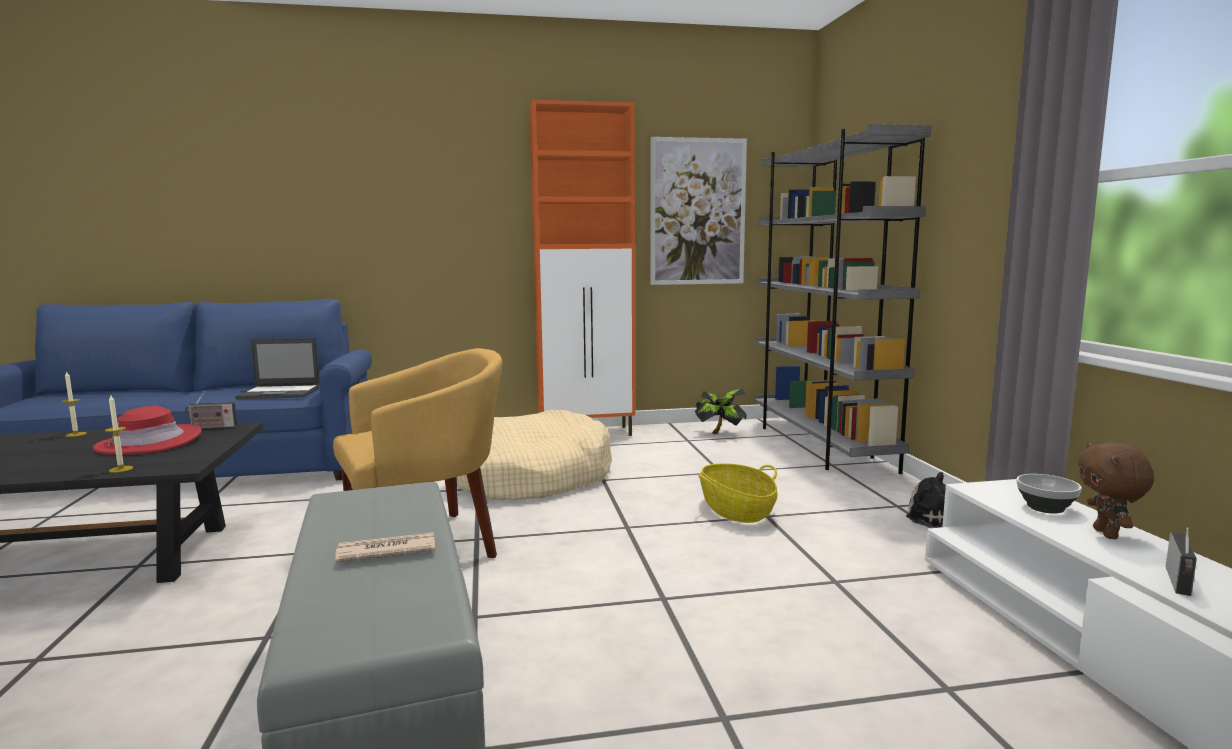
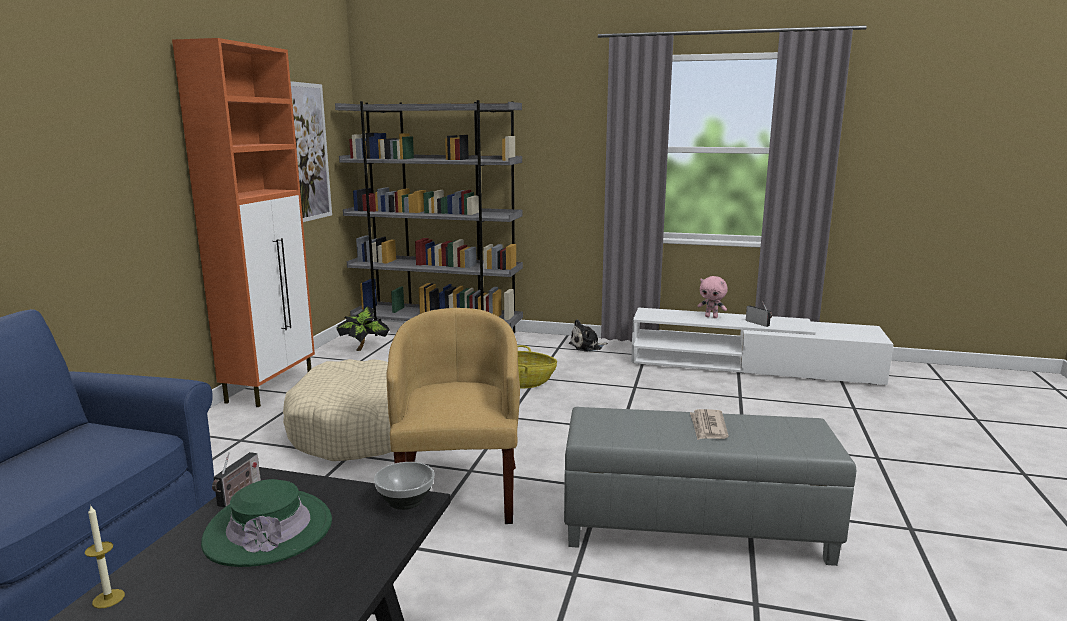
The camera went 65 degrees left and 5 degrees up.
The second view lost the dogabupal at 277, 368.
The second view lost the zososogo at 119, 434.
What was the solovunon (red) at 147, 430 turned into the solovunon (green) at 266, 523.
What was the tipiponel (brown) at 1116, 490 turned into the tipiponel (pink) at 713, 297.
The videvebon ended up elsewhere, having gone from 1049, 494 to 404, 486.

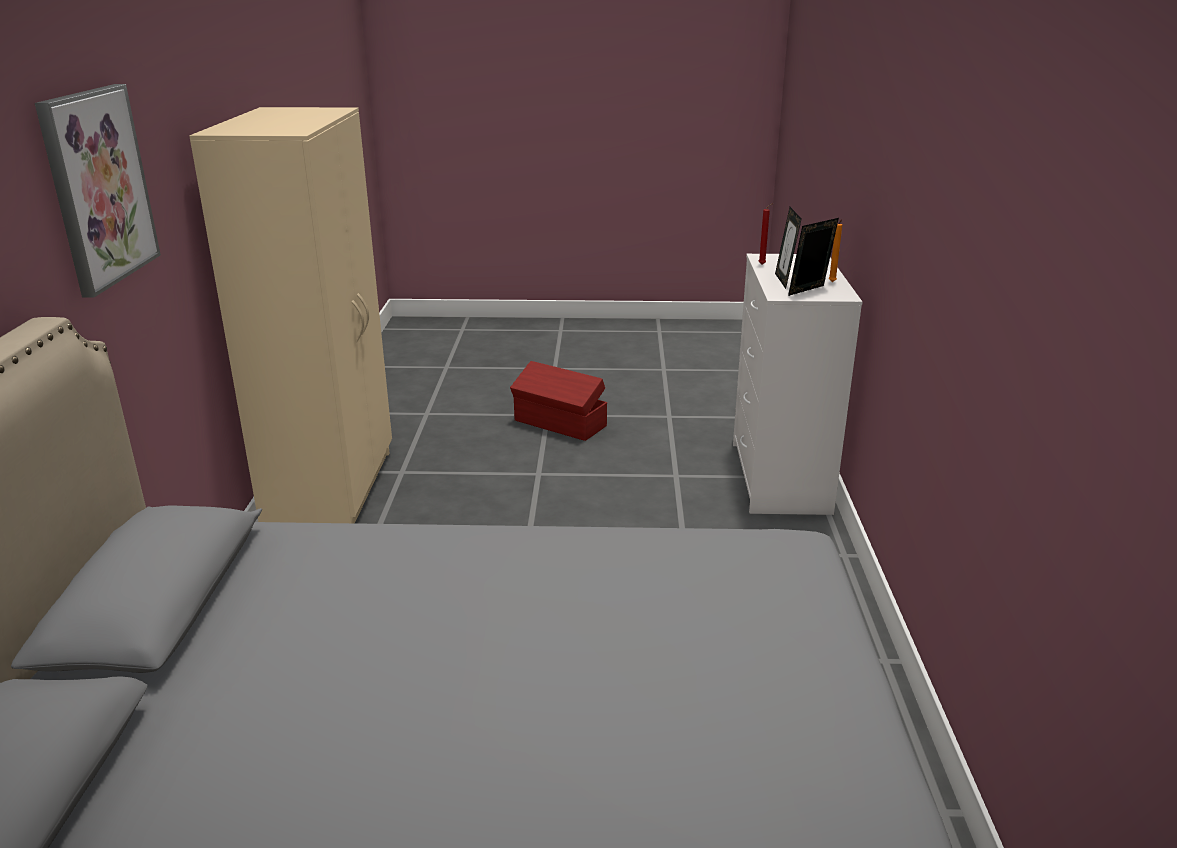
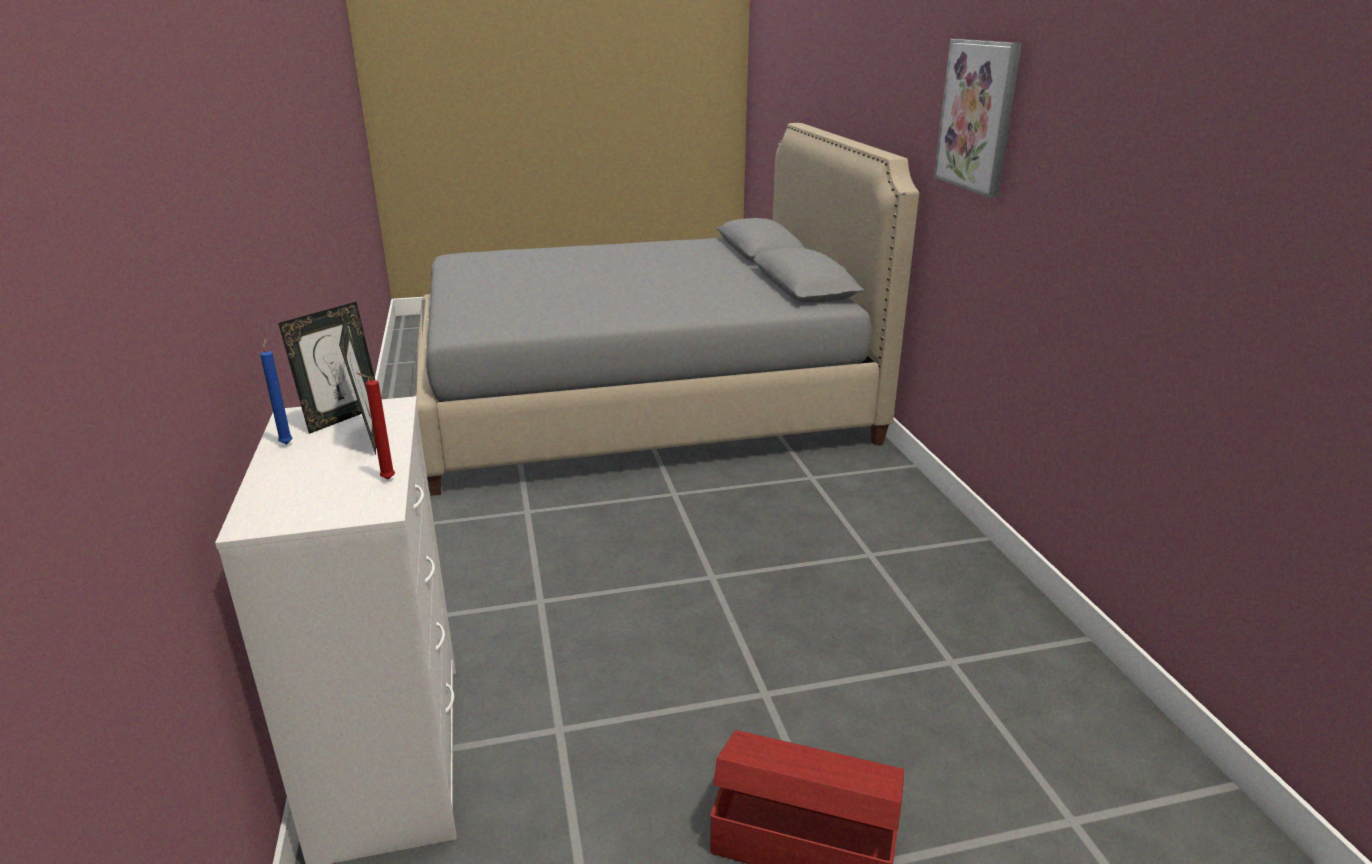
The camera went 165 degrees right and 0 degrees up.
The second view lost the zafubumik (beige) at 290, 315.
What was the zososogo (orange) at 835, 250 turned into the zososogo (blue) at 276, 391.

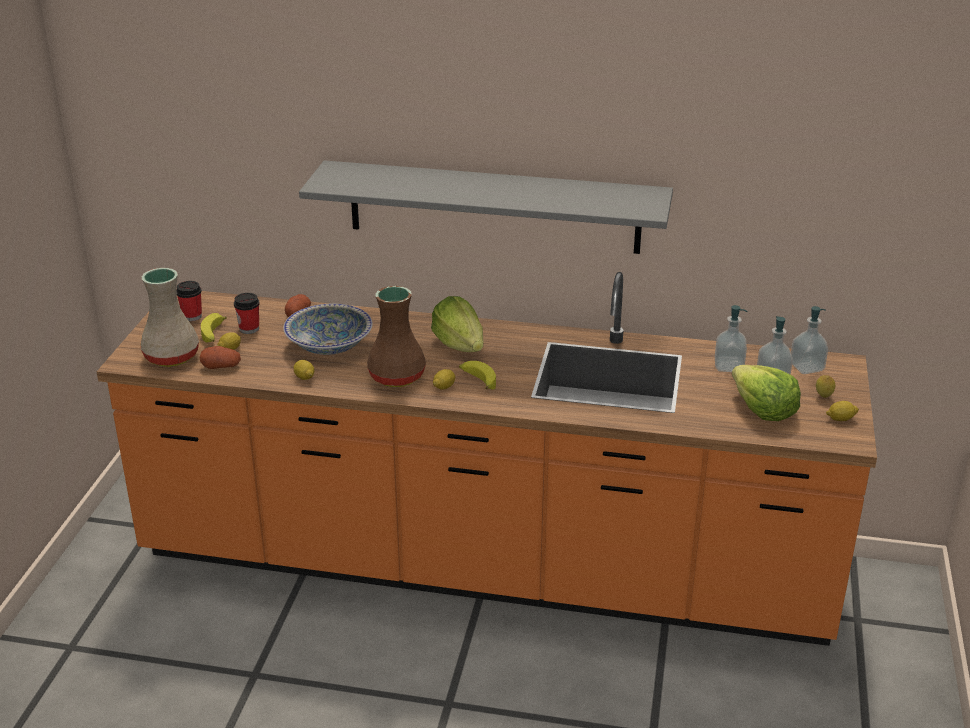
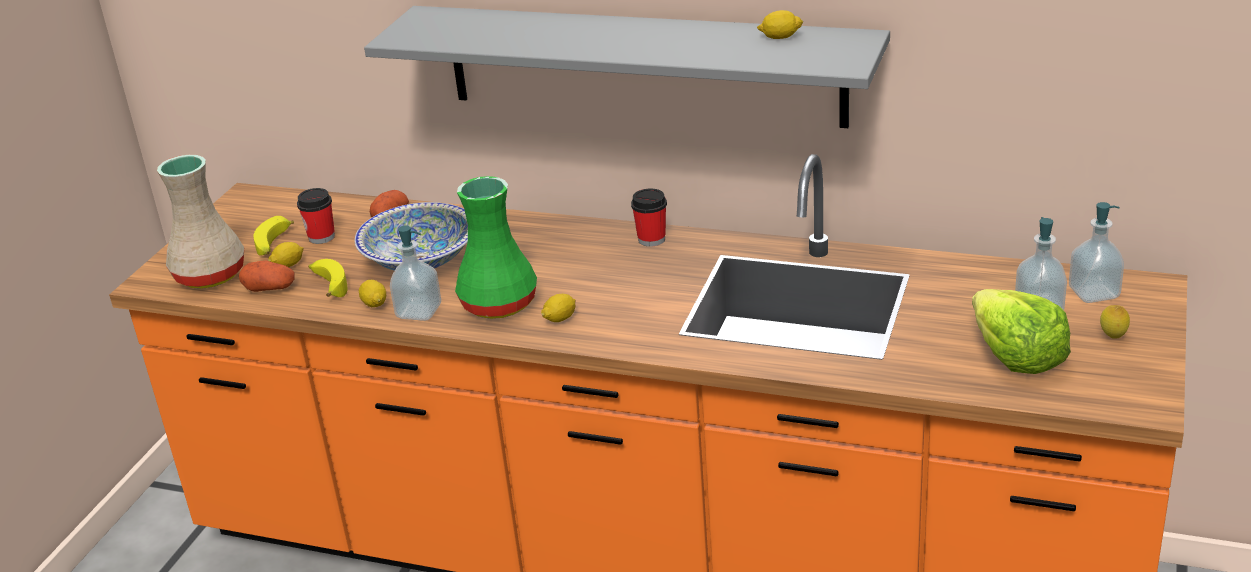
The camera went 10 degrees right and 0 degrees up.
The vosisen ended up elsewhere, having gone from 189, 301 to 649, 218.
What was the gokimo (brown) at 396, 336 turned into the gokimo (green) at 496, 247.
The second view lost the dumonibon at 457, 324.
The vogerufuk ended up elsewhere, having gone from 731, 338 to 415, 273.
The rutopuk ended up elsewhere, having gone from 477, 375 to 328, 278.
The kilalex ended up elsewhere, having gone from 842, 411 to 780, 24.

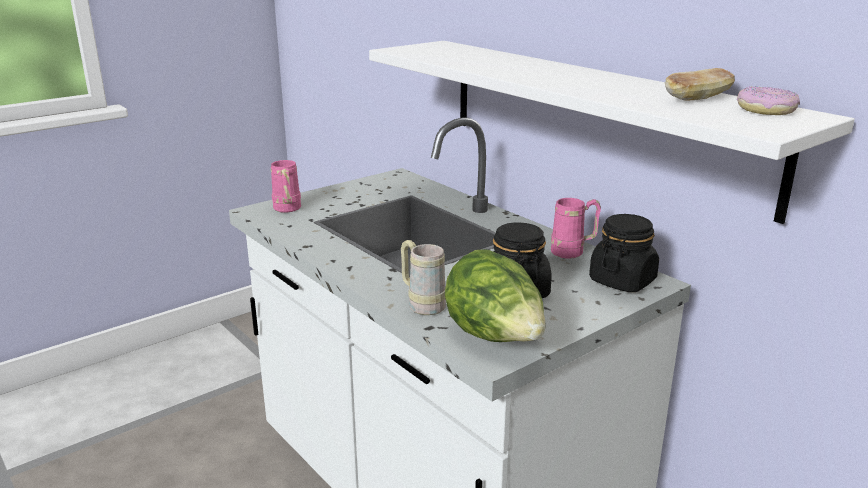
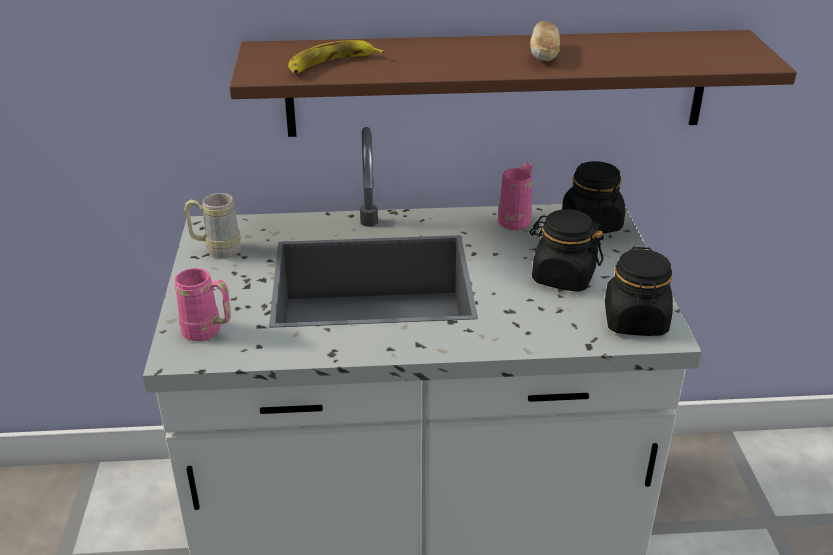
The camera went 55 degrees left and 10 degrees up.
What was the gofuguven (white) at 612, 132 turned into the gofuguven (brown) at 513, 83.
The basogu ended up elsewhere, having gone from 700, 84 to 545, 41.
The second view lost the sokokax at 768, 100.
The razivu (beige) ended up elsewhere, having gone from 423, 277 to 212, 225.
Where the dumonibon stood at 495, 295, the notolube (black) came to stand at 639, 291.
The second view gained the rutopuk at 336, 57.

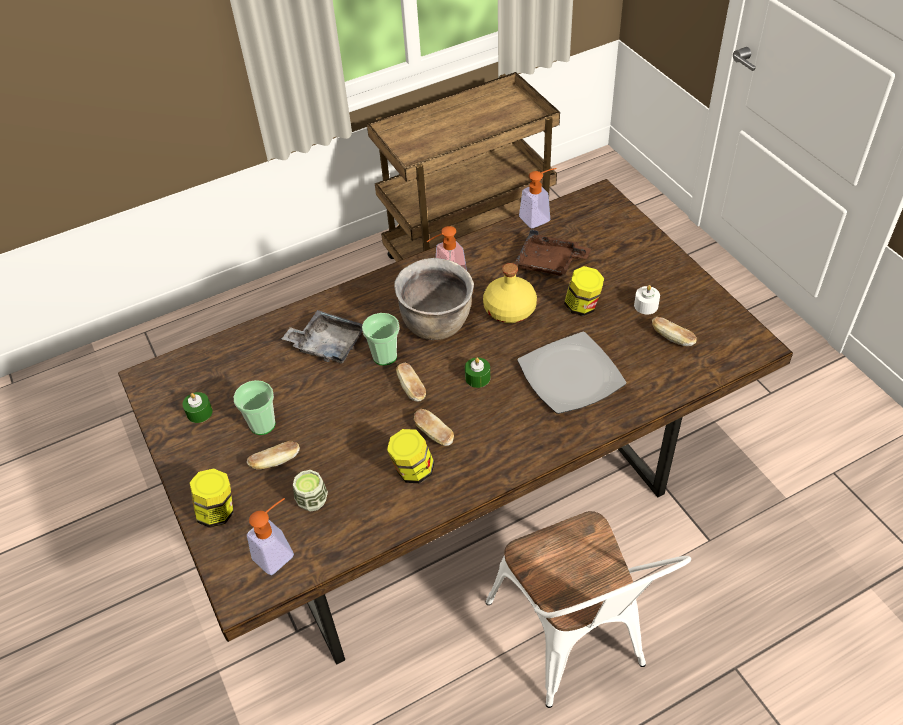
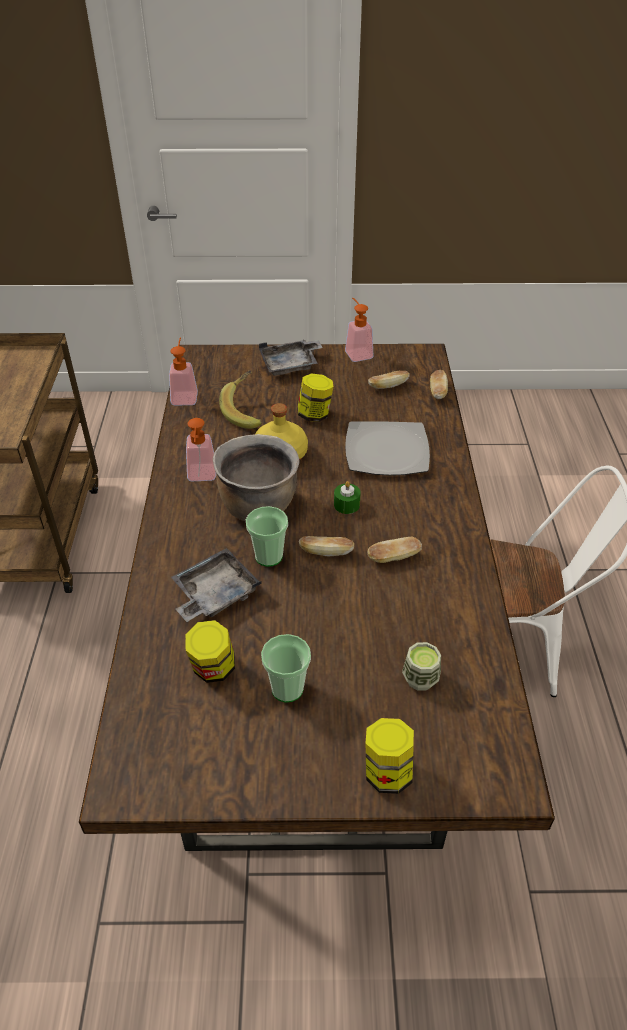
The camera went 65 degrees left and 5 degrees down.
Where the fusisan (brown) stood at 552, 252, the rutopuk came to stand at 240, 399.
The second view lost the zososogo (white) at 647, 299.
The second view lost the zososogo (green) at 198, 407.
The notolube ended up elsewhere, having gone from 410, 456 to 210, 651.
The basogu ended up elsewhere, having gone from 273, 455 to 439, 384.
The vogerufuk ended up elsewhere, having gone from 270, 536 to 359, 329.
The second view gained the fusisan (grey) at 291, 358.

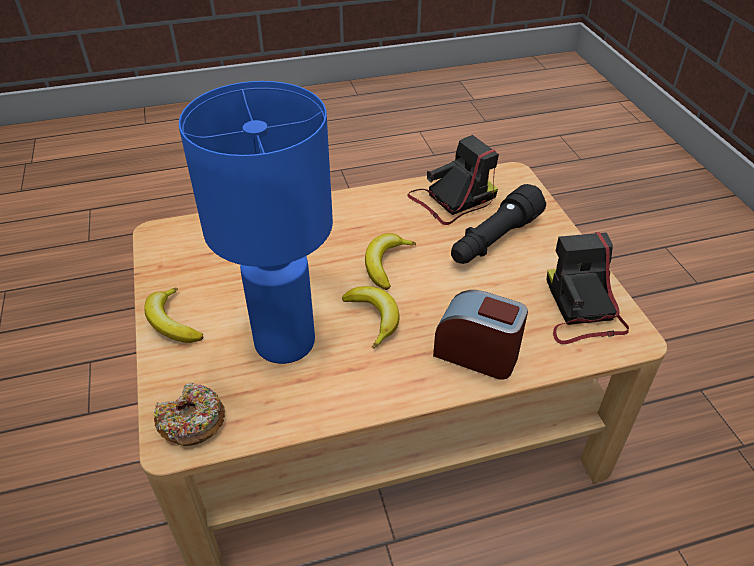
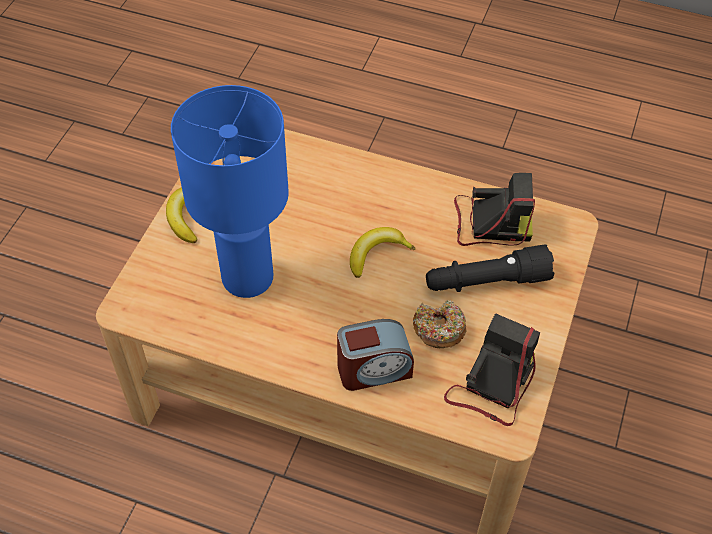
The camera went 35 degrees right and 10 degrees up.
The second view lost the rutopuk at 371, 317.
The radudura at 480, 335 ended up facing another way, 105 degrees clockwise from before.
The sokokax ended up elsewhere, having gone from 189, 414 to 440, 324.

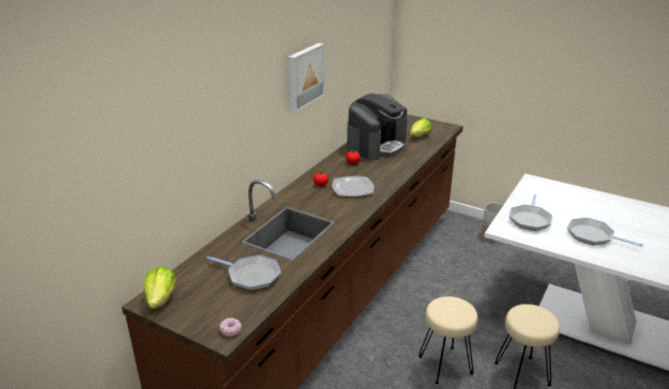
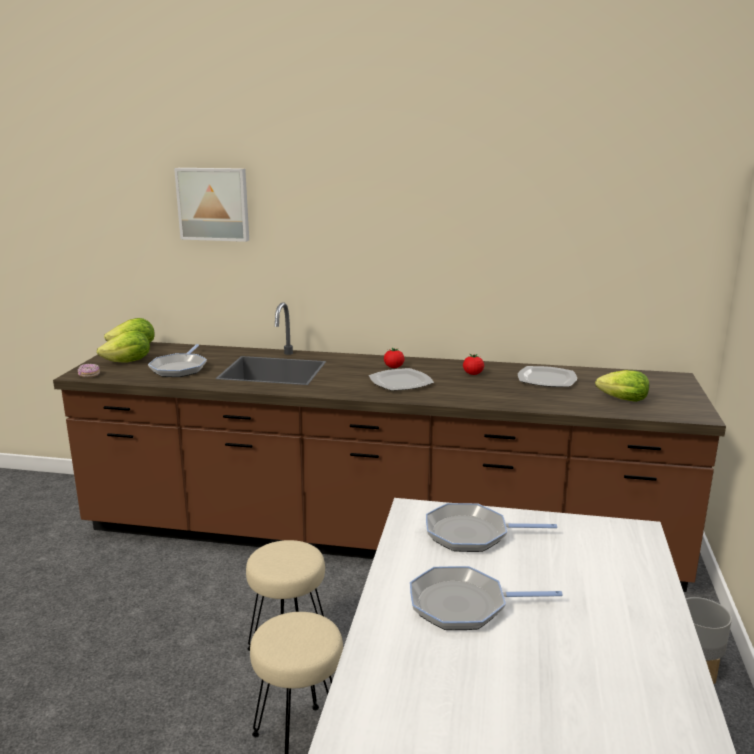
The camera went 70 degrees right and 10 degrees down.
The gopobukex ended up elsewhere, having gone from 306, 77 to 211, 205.
Where the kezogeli stood at 377, 126, the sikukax came to stand at 547, 376.
The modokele at 605, 232 ended up facing another way, 105 degrees counterclockwise from before.
The second view gained the dumonibon at 123, 346.

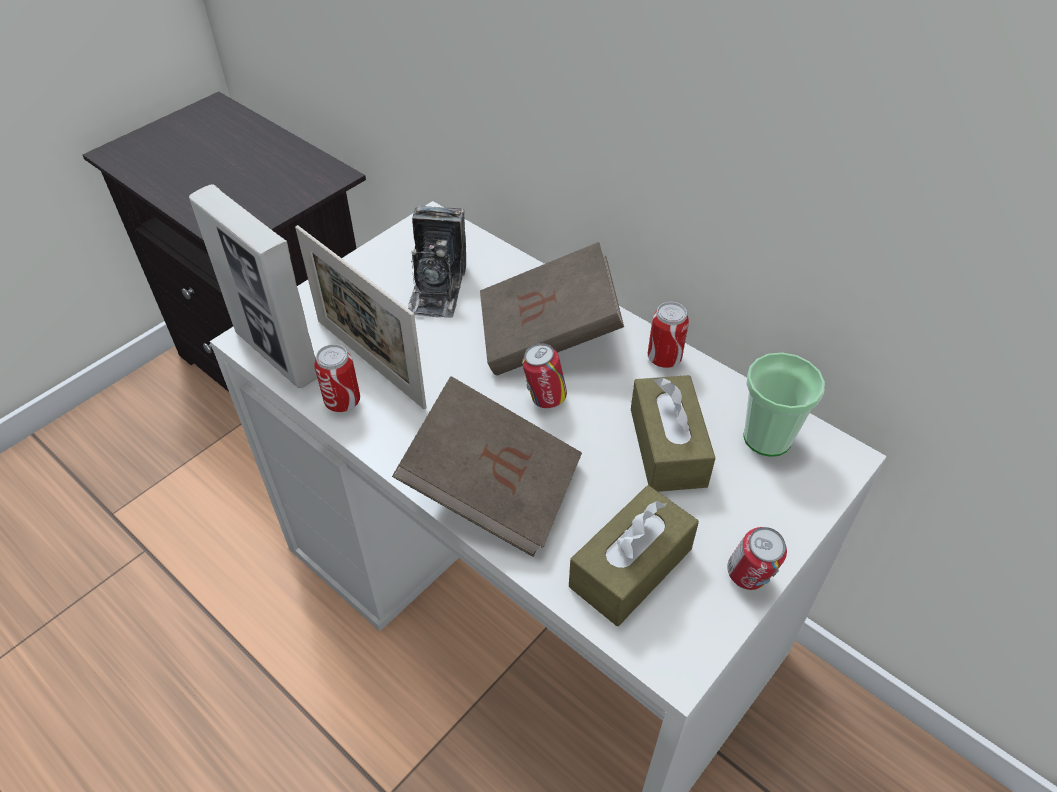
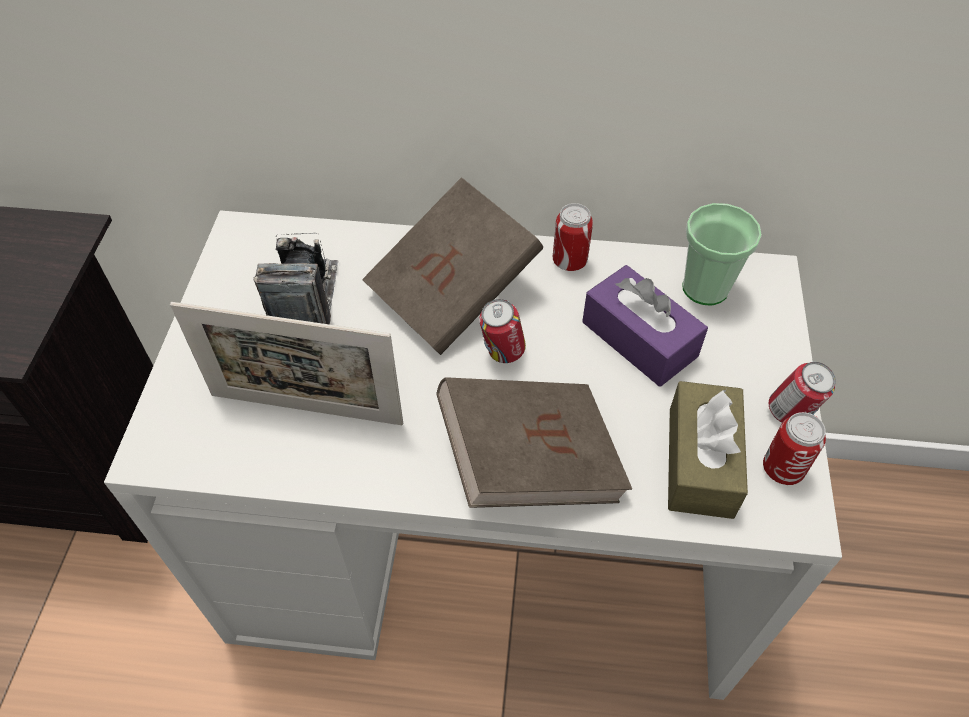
The camera went 35 degrees left and 5 degrees up.
The second view lost the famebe at 253, 286.
The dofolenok at 437, 262 ended up facing another way, 150 degrees counterclockwise from before.
The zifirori ended up elsewhere, having gone from 337, 378 to 794, 448.
What was the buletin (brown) at 673, 433 turned into the buletin (purple) at 645, 326.

